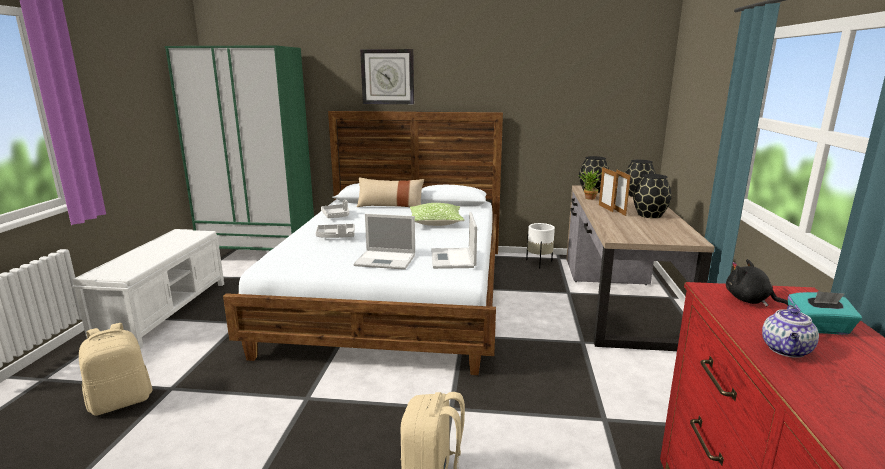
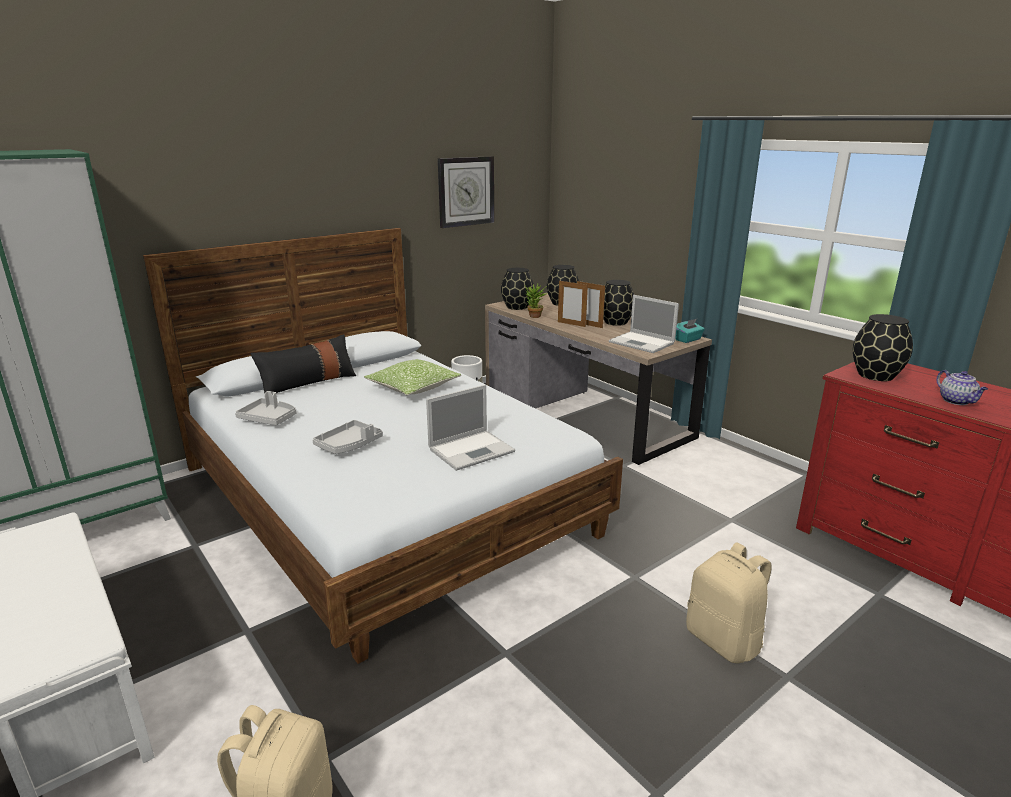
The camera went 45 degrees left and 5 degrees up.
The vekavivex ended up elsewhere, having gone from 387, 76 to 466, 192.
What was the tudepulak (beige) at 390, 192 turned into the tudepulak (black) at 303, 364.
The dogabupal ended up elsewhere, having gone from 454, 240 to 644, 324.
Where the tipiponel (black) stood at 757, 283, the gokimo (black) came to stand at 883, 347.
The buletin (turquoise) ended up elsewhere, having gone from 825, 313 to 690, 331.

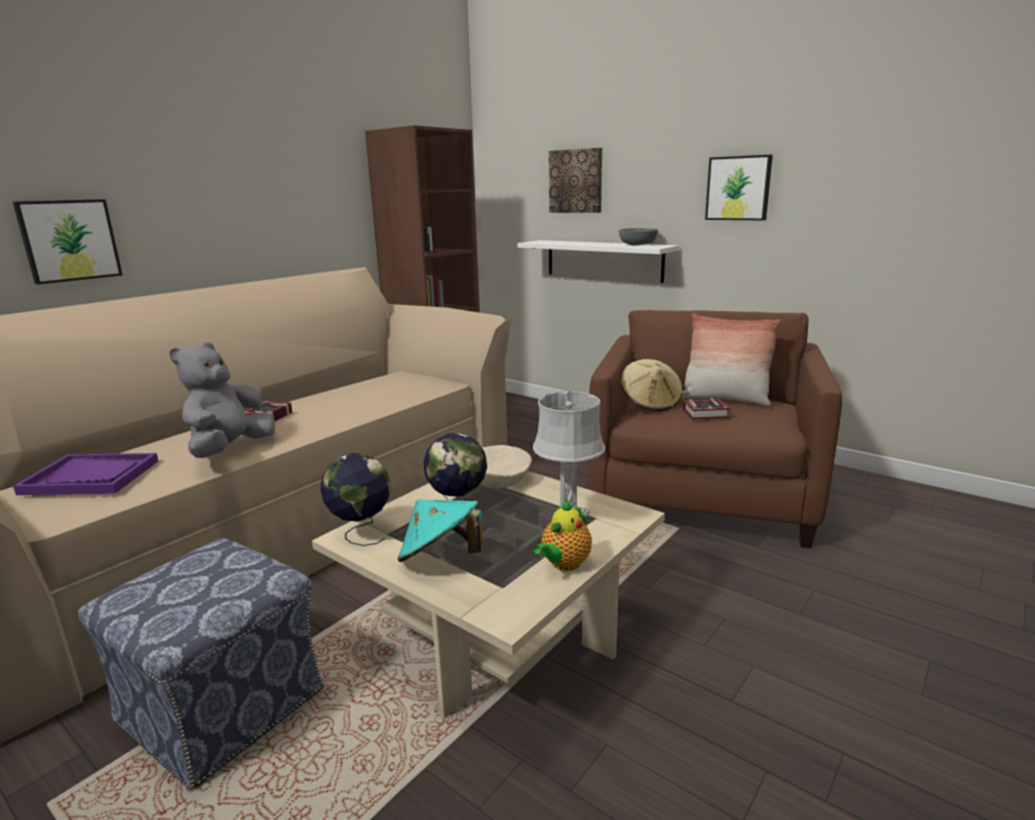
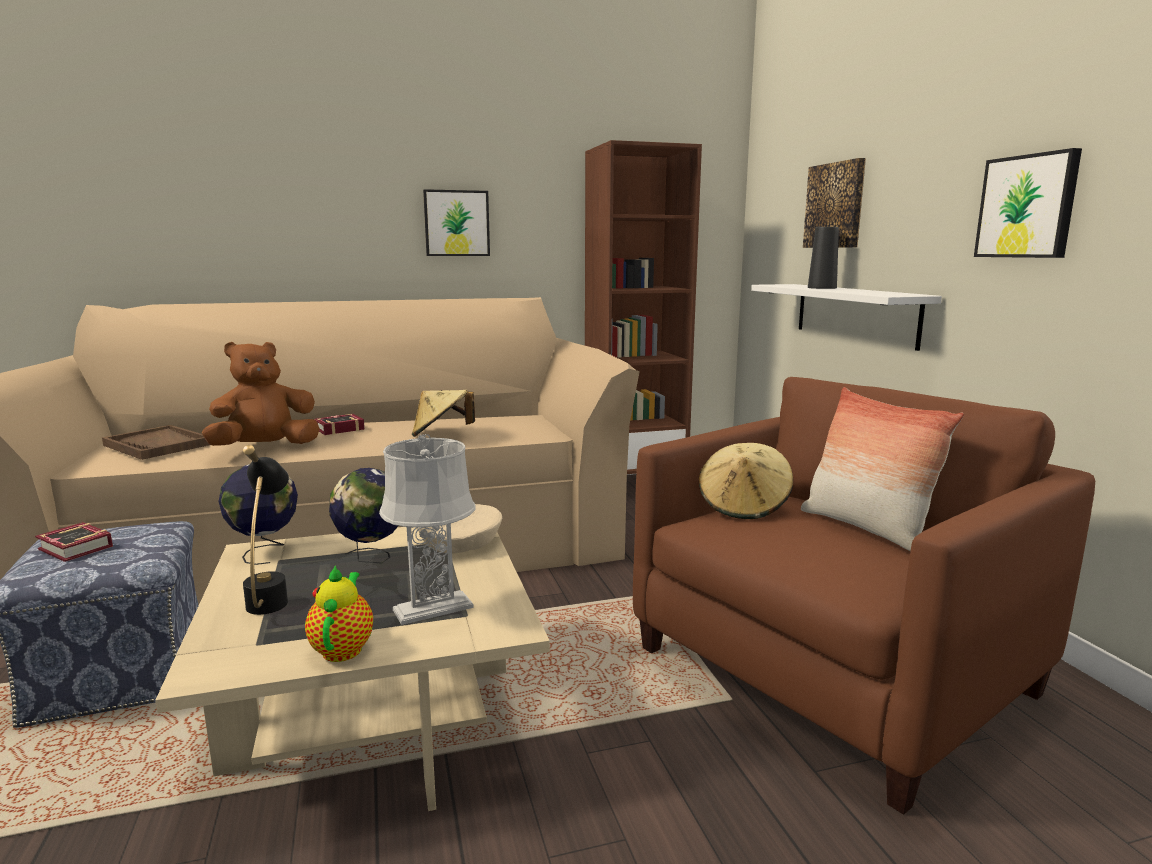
The camera went 35 degrees right and 5 degrees down.
The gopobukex ended up elsewhere, having gone from 68, 241 to 456, 222.
The second view lost the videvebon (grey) at 638, 237.
What was the tipiponel (grey) at 222, 400 turned into the tipiponel (brown) at 261, 394.
The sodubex ended up elsewhere, having gone from 707, 409 to 74, 542.
What was the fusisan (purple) at 85, 474 turned into the fusisan (brown) at 156, 442.
Where the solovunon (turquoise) stood at 440, 530, the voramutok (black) came to stand at 266, 530.
The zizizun at 562, 535 ended up facing another way, 105 degrees clockwise from before.
The second view gained the gokimo (black) at 823, 258.
The second view gained the solovunon (beige) at 443, 413.

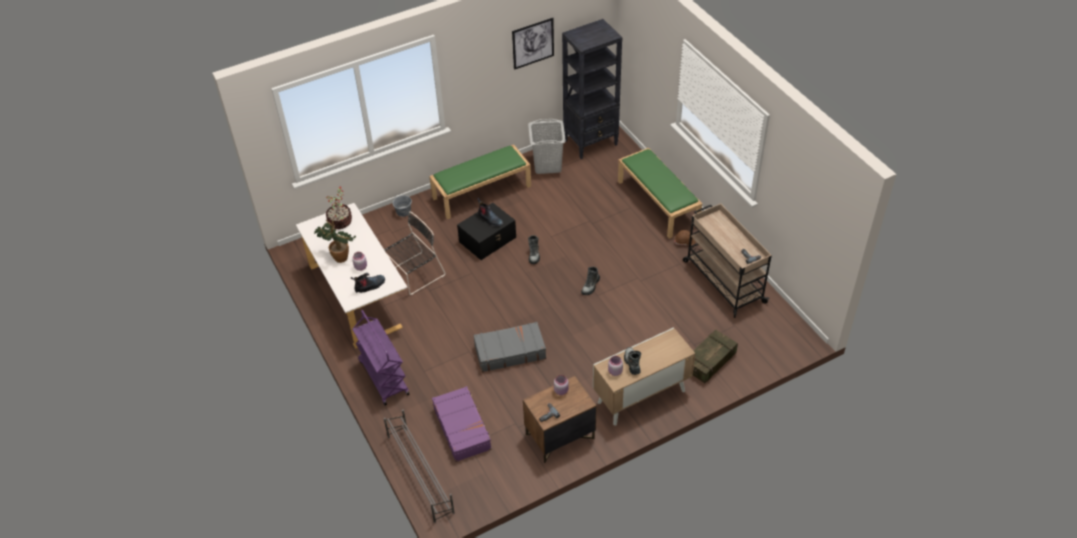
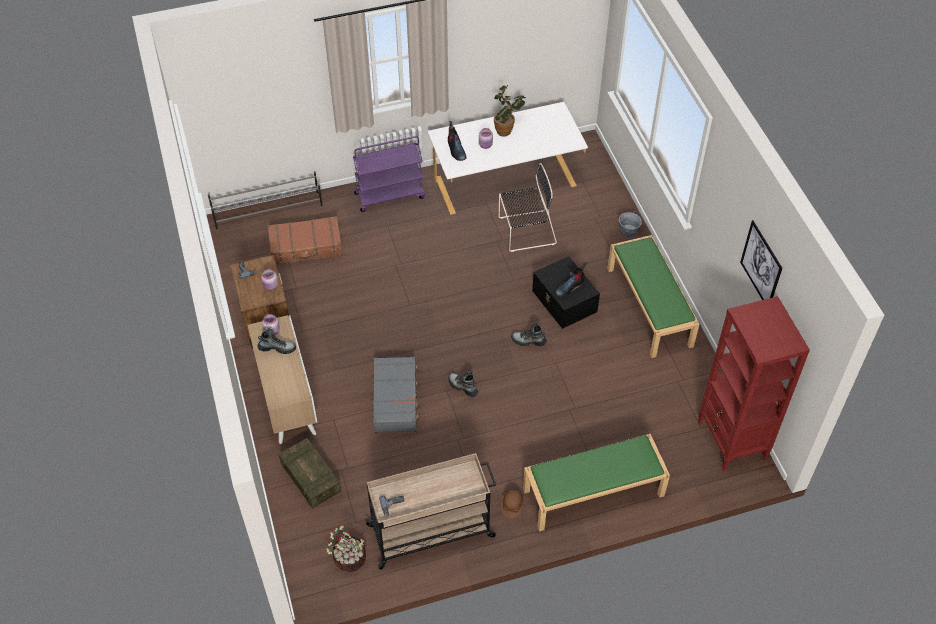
The camera went 100 degrees right and 5 degrees up.
What was the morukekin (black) at 592, 89 turned into the morukekin (red) at 754, 383.
The second view lost the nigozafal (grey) at 547, 146.
The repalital ended up elsewhere, having gone from 339, 208 to 345, 548.
The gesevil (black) at 415, 253 ended up facing another way, 75 degrees counterclockwise from before.
The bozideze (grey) ended up elsewhere, having gone from 510, 347 to 396, 395.
What was the bozideze (purple) at 461, 424 turned into the bozideze (brown) at 305, 240.

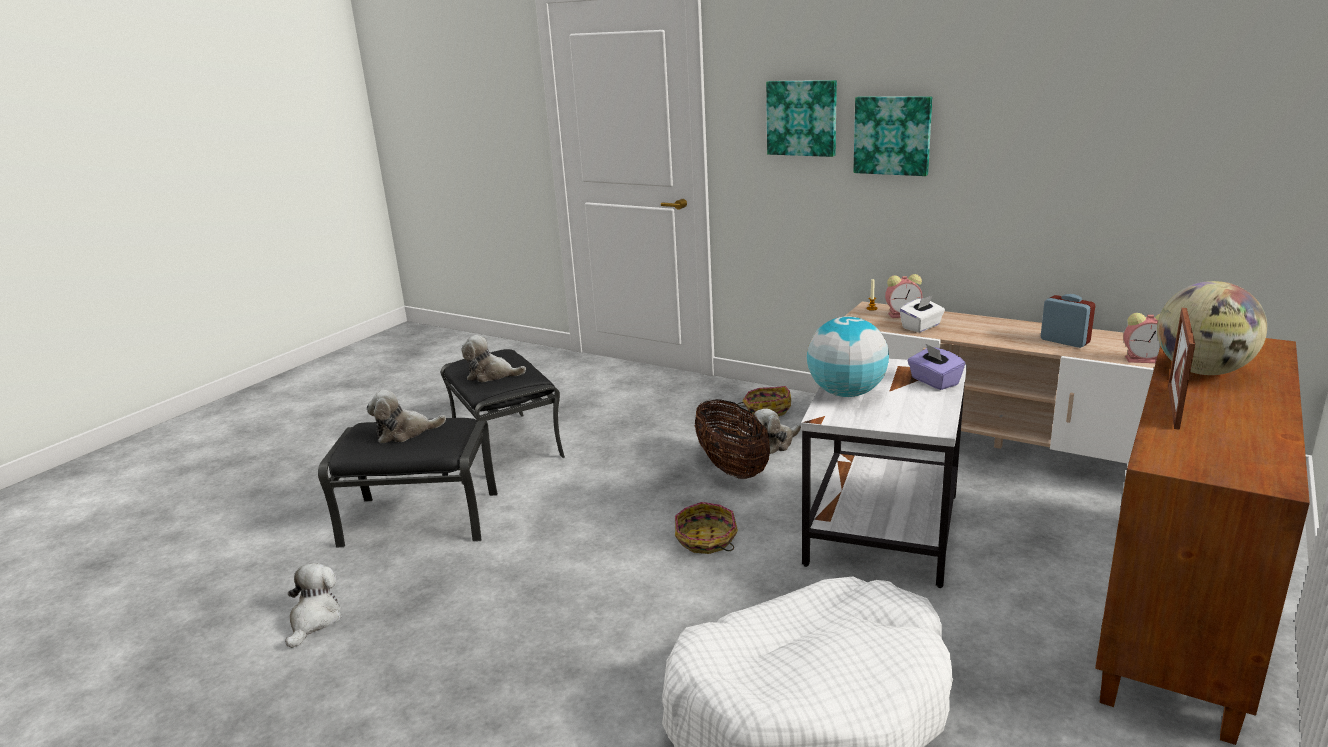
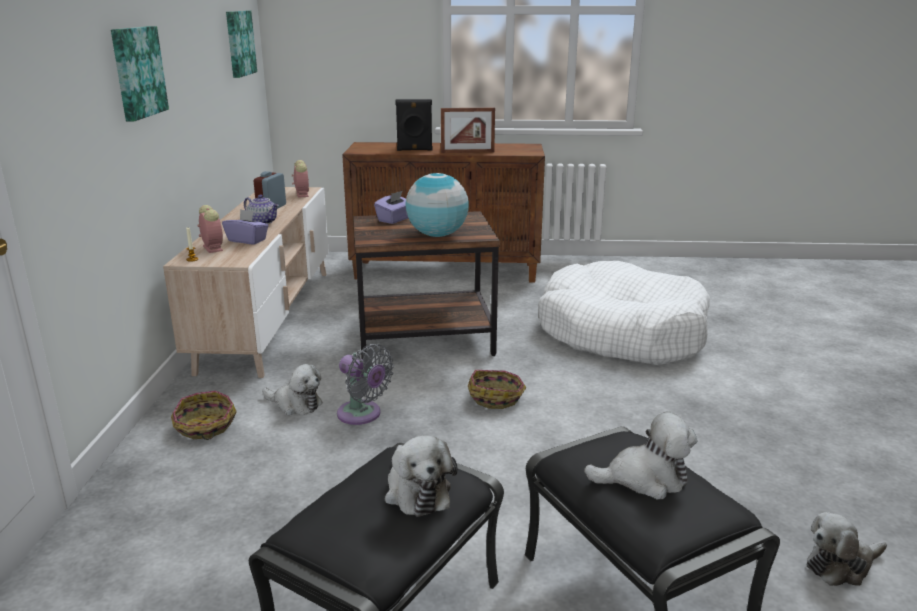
The camera went 120 degrees left and 0 degrees up.
The gopobukex ended up elsewhere, having gone from 801, 118 to 241, 44.
Where the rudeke stood at 1212, 328, the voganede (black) came to stand at 414, 125.
What was the buletin (white) at 922, 314 turned into the buletin (purple) at 245, 227.
What was the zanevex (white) at 884, 473 turned into the zanevex (brown) at 426, 285.
The tipiponel at 406, 416 ended up facing another way, 45 degrees counterclockwise from before.
Where the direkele stood at 732, 439, the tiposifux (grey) came to stand at 365, 384.
The second view gained the zizizun at 261, 209.

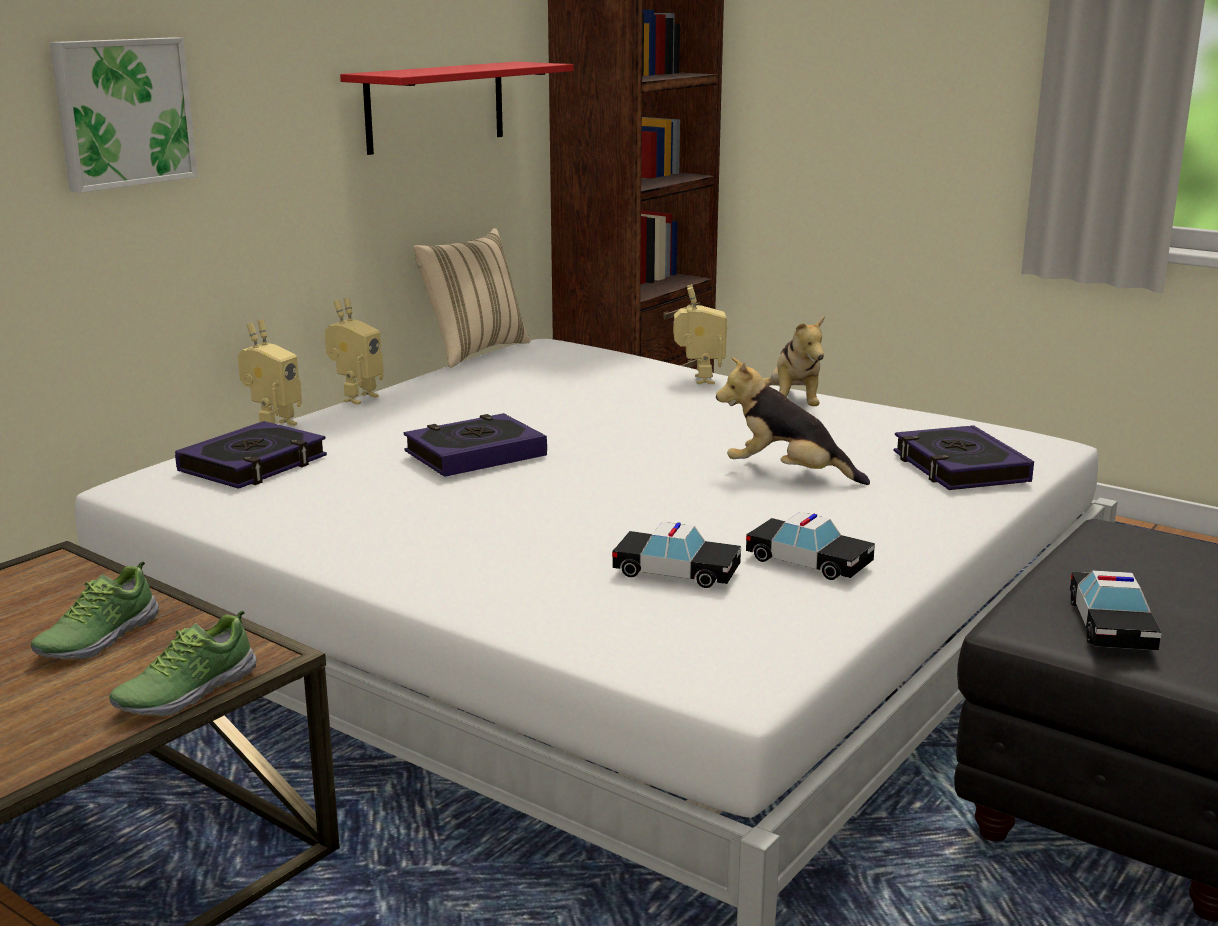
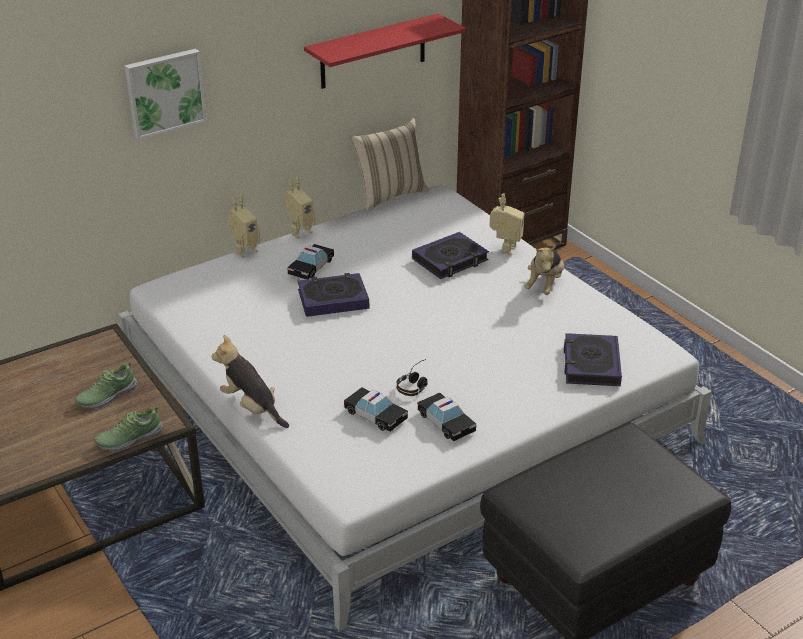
The camera went 20 degrees right and 15 degrees up.
The tipiponel ended up elsewhere, having gone from 793, 421 to 250, 381.
The sodubex ended up elsewhere, having gone from 251, 455 to 450, 255.
The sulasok ended up elsewhere, having gone from 1116, 610 to 310, 262.
The second view gained the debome at 412, 377.

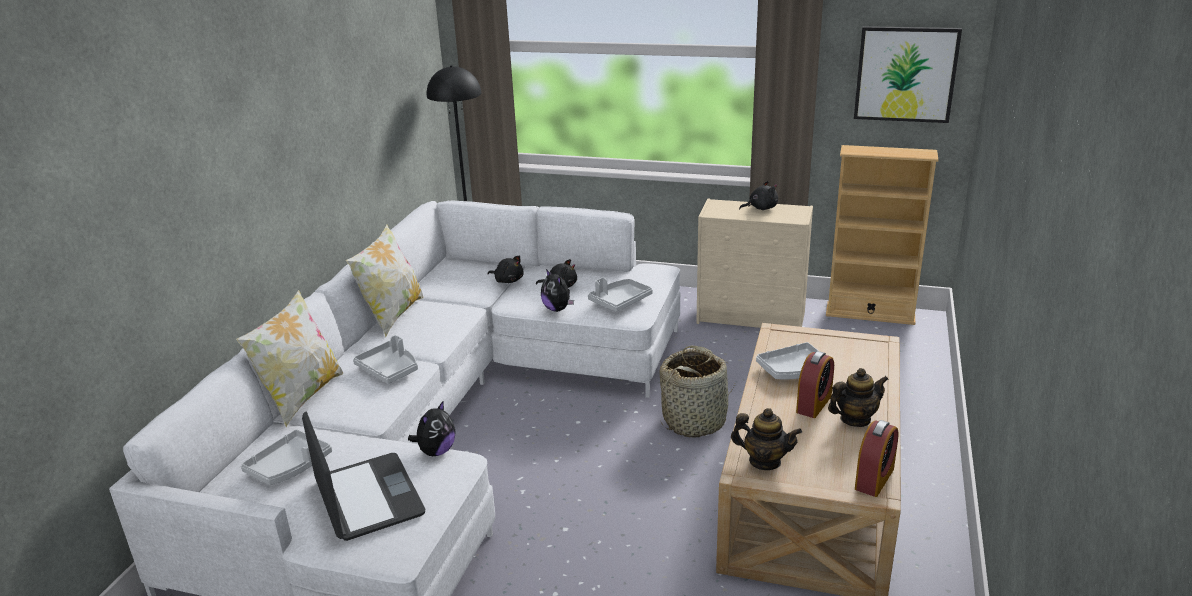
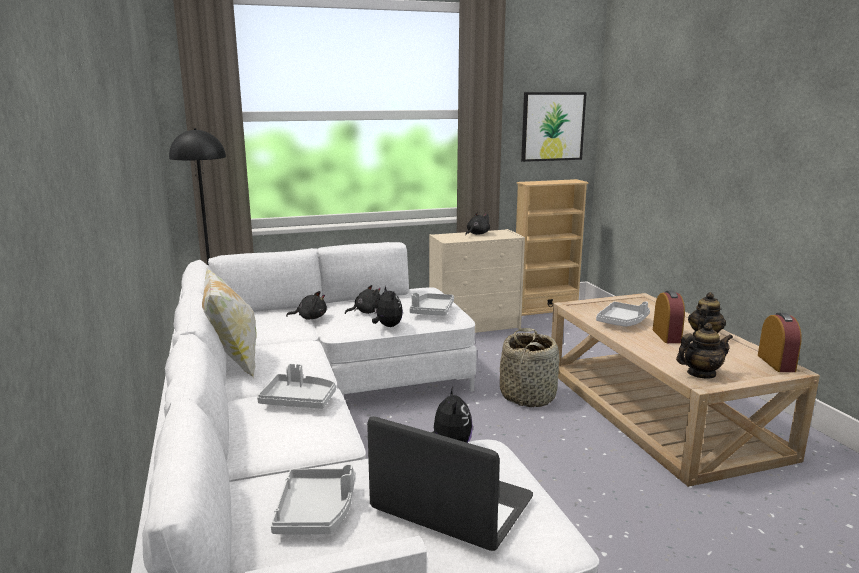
The camera went 35 degrees left and 10 degrees down.
The tipiponel at 557, 290 ended up facing another way, 135 degrees counterclockwise from before.
The second view lost the tudepulak at 289, 358.

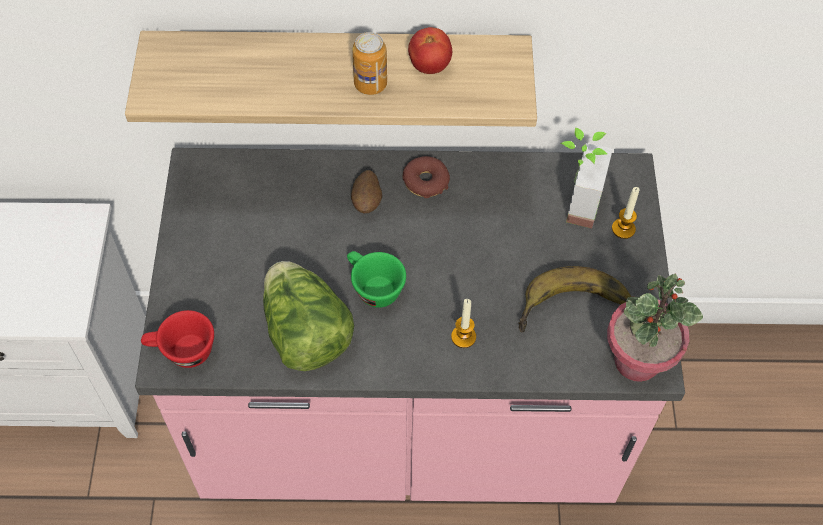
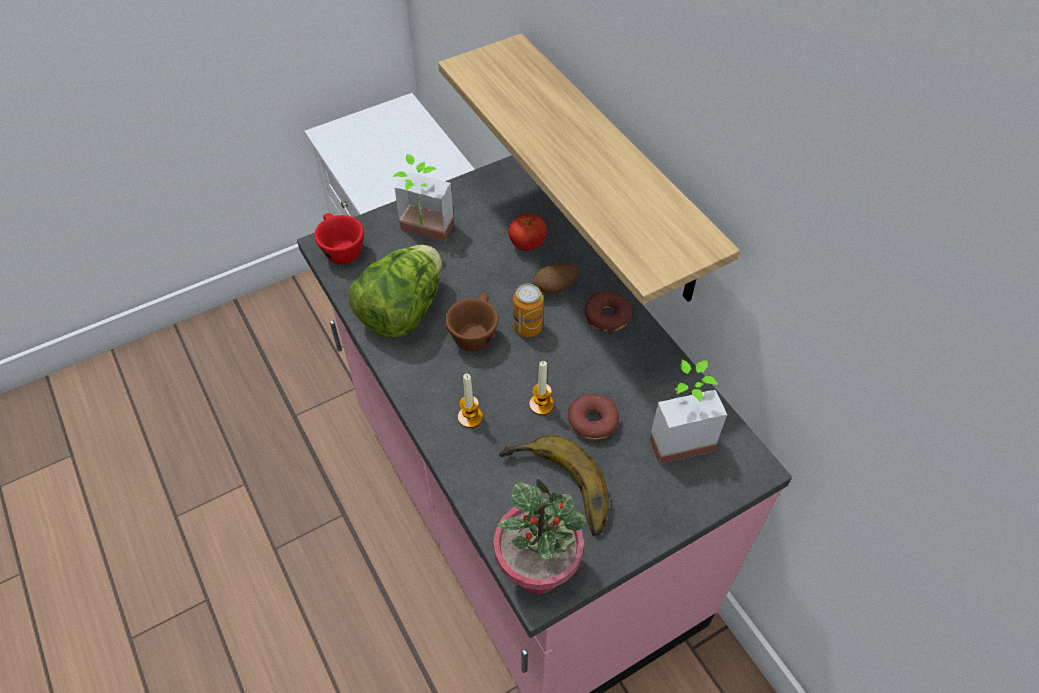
The camera went 60 degrees right and 5 degrees down.
The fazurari ended up elsewhere, having gone from 430, 50 to 527, 232.
The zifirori ended up elsewhere, having gone from 369, 63 to 528, 310.
The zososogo ended up elsewhere, having gone from 626, 213 to 541, 388.
What was the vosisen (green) at 376, 279 turned into the vosisen (brown) at 472, 322.
The second view gained the repalital at 423, 197.
The second view gained the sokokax at 593, 417.

